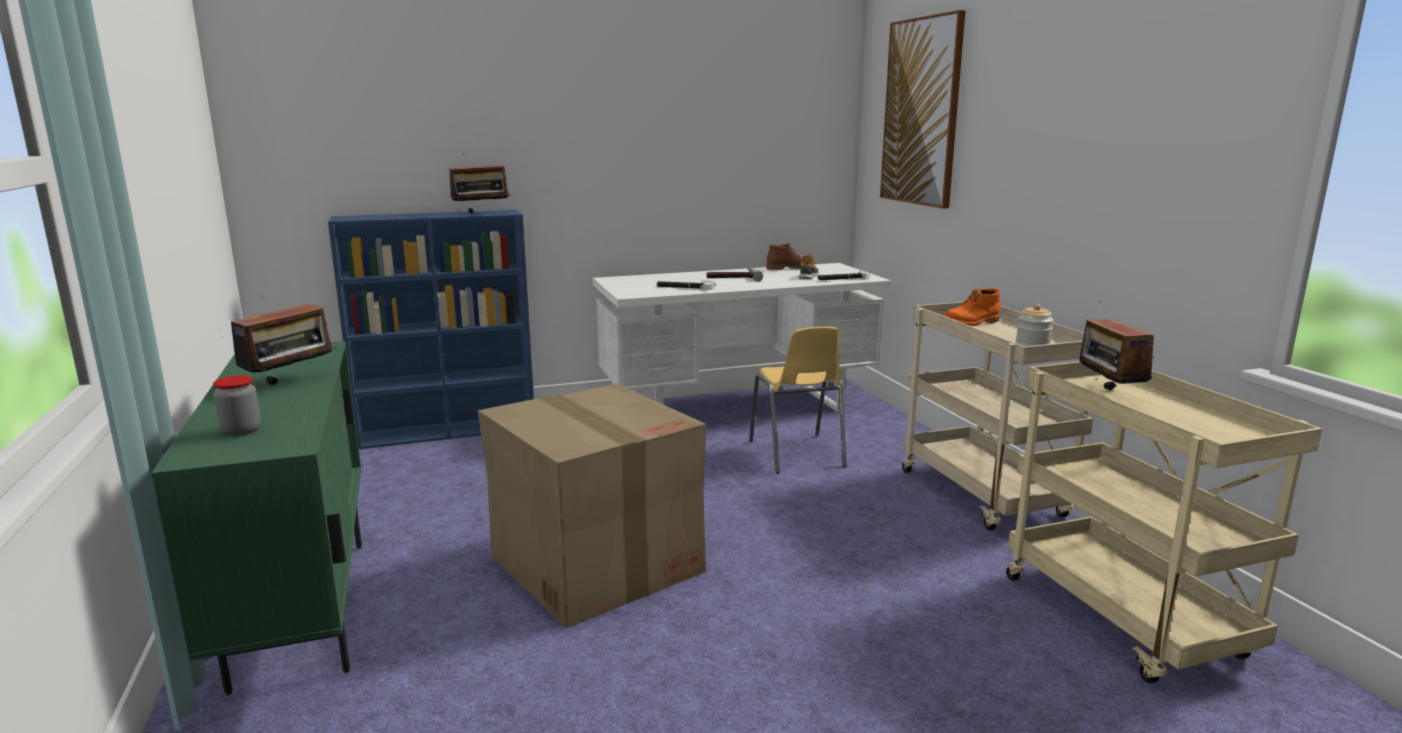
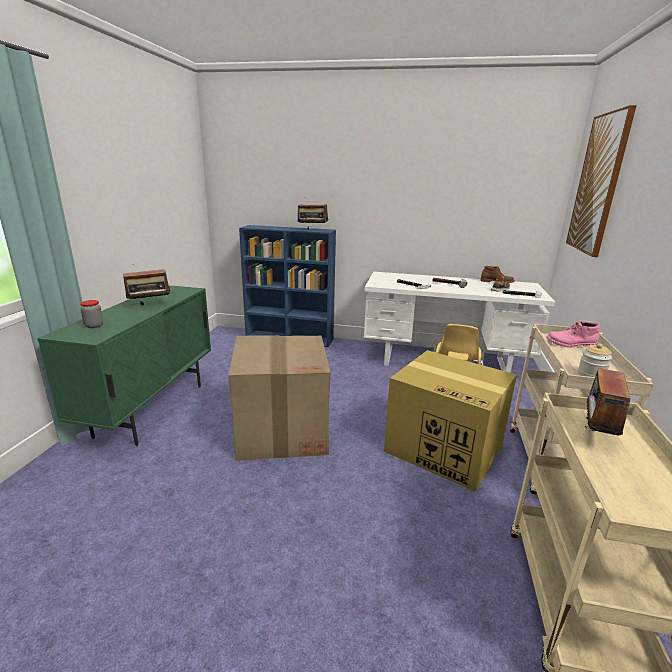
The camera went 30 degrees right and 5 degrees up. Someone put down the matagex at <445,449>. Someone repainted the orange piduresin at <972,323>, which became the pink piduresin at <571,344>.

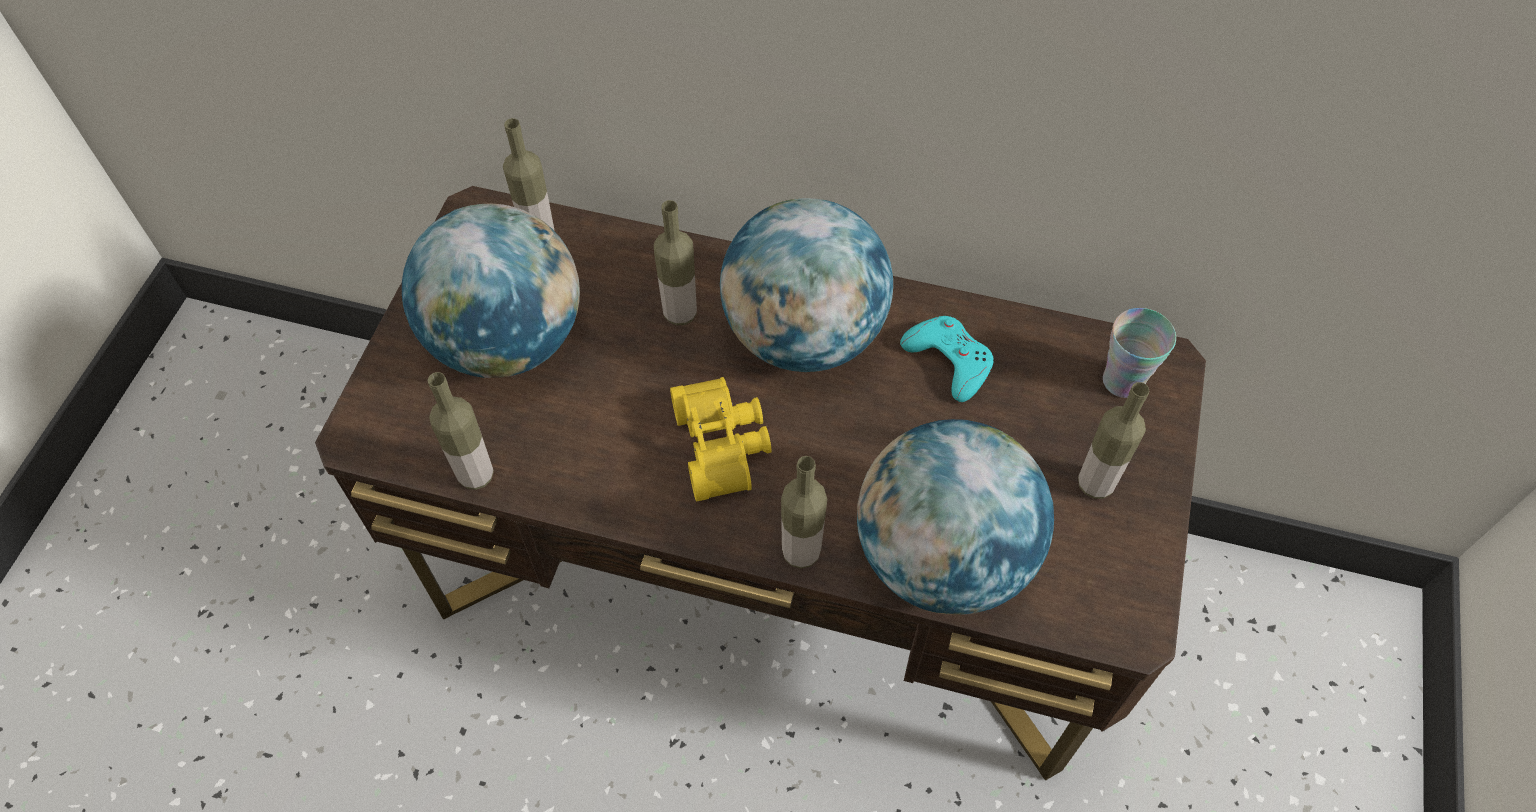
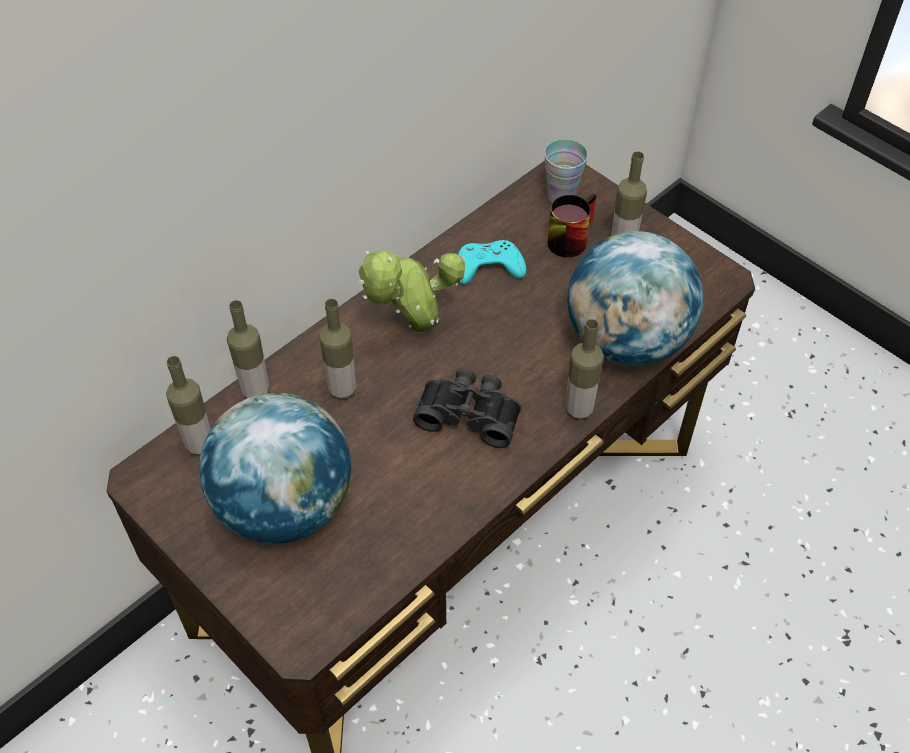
The camera went 60 degrees left and 5 degrees down. Someone carried the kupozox from <476,475> to <255,391>. Someone swapped the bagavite at <803,335> for the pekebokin at <413,330>. Someone repainted the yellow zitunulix at <724,445>, which became the black zitunulix at <470,413>. Someone put down the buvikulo at <568,237>.

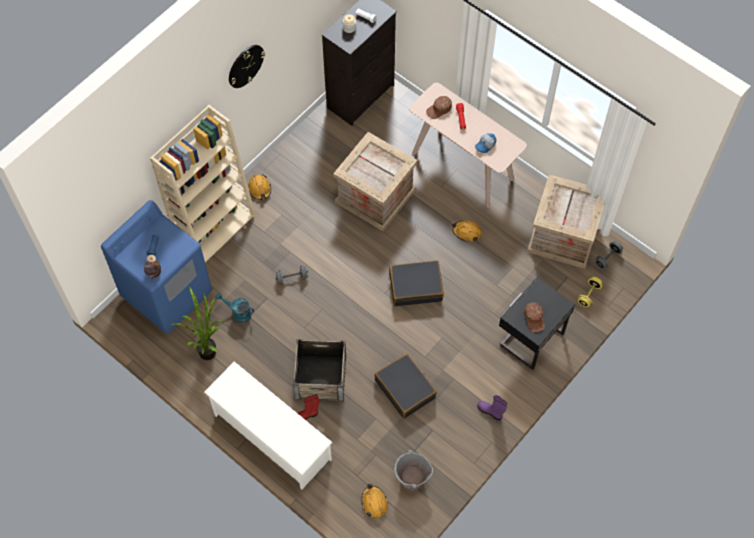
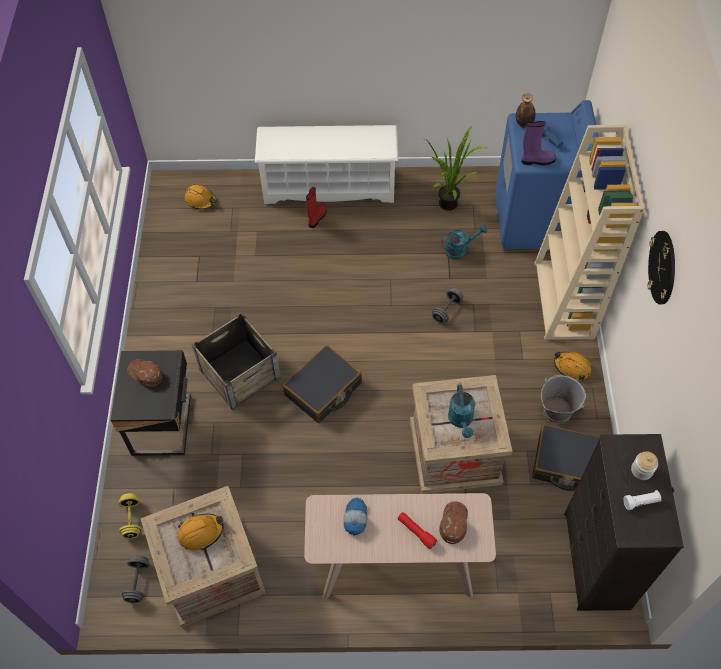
The camera went 140 degrees right and 5 degrees down. Someone carried the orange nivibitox from <467,232> to <201,533>. Someone carried the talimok from <320,377> to <239,373>. Someone put down the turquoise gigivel at <461,421>. Someone carried the purple piduresin from <490,411> to <537,160>. Someone carried the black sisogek from <405,389> to <567,464>. Someone carried the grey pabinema from <412,478> to <556,411>.

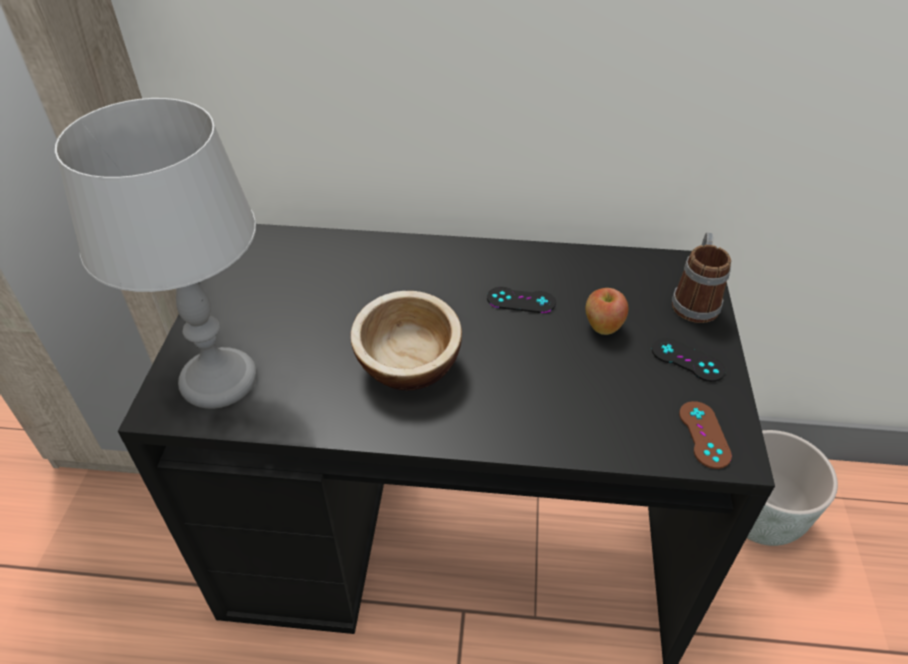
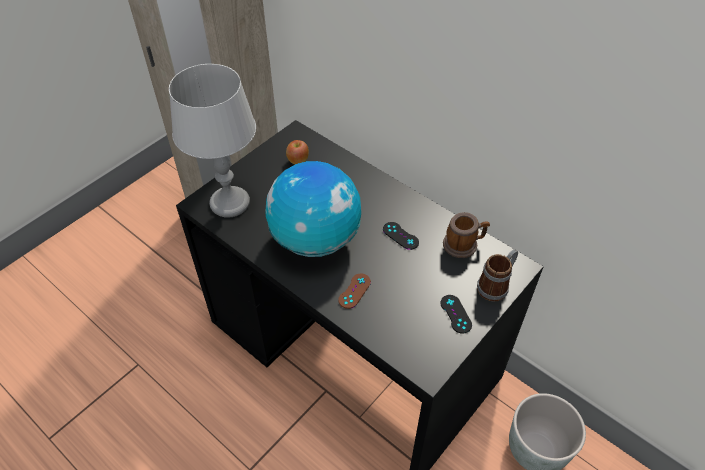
The camera went 35 degrees right and 5 degrees up. Someone swapped the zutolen at <408,364> for the bagavite at <316,239>. Someone carried the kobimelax from <602,326> to <298,160>. Someone carried the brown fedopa from <704,434> to <354,291>. Someone put down the buvikulo at <464,244>.

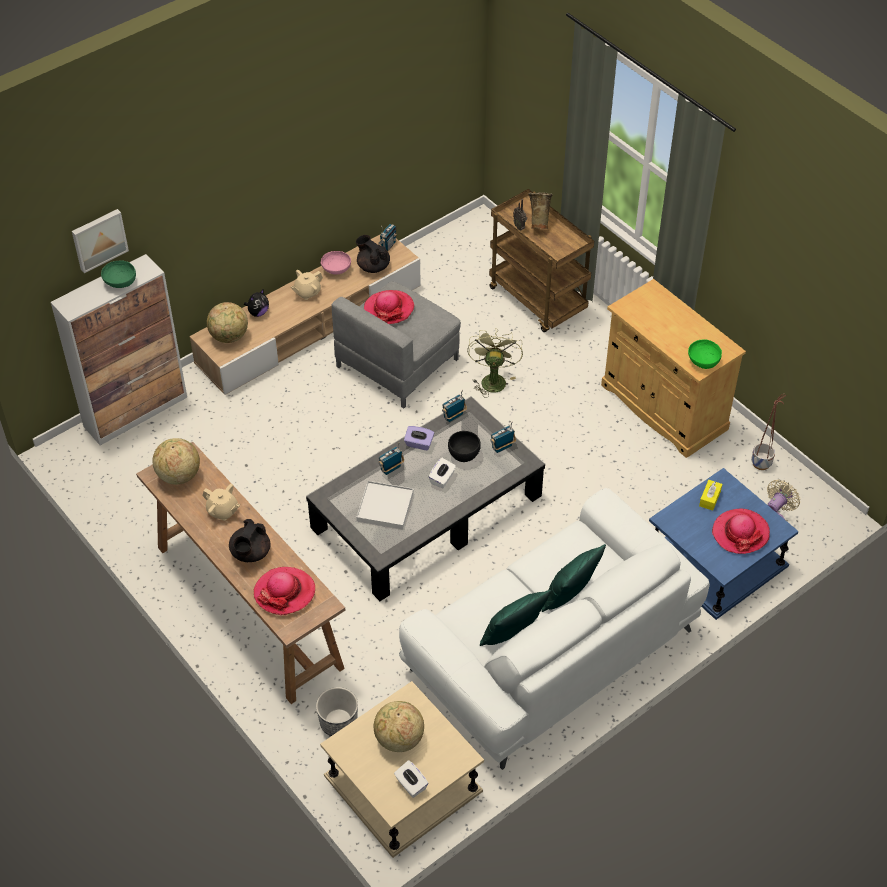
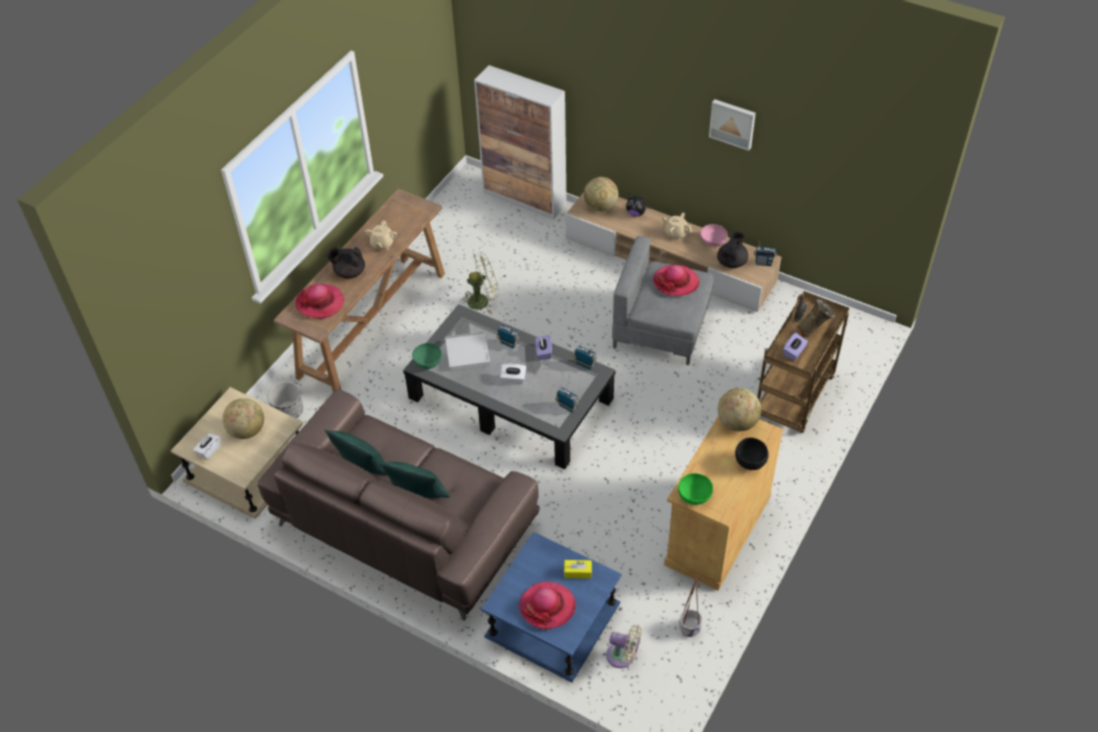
The camera went 70 degrees right and 0 degrees up. Someone repainted the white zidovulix at <550,650>, which became the brown zidovulix at <404,523>. Someone carried the green zutolen from <120,282> to <427,361>. Someone carried the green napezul from <492,379> to <482,300>. Someone carried the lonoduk from <99,239> to <732,123>. Someone carried the bagavite from <178,475> to <737,422>. Someone carried the black zutolen from <463,456> to <749,462>. Someone put down the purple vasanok at <794,352>.

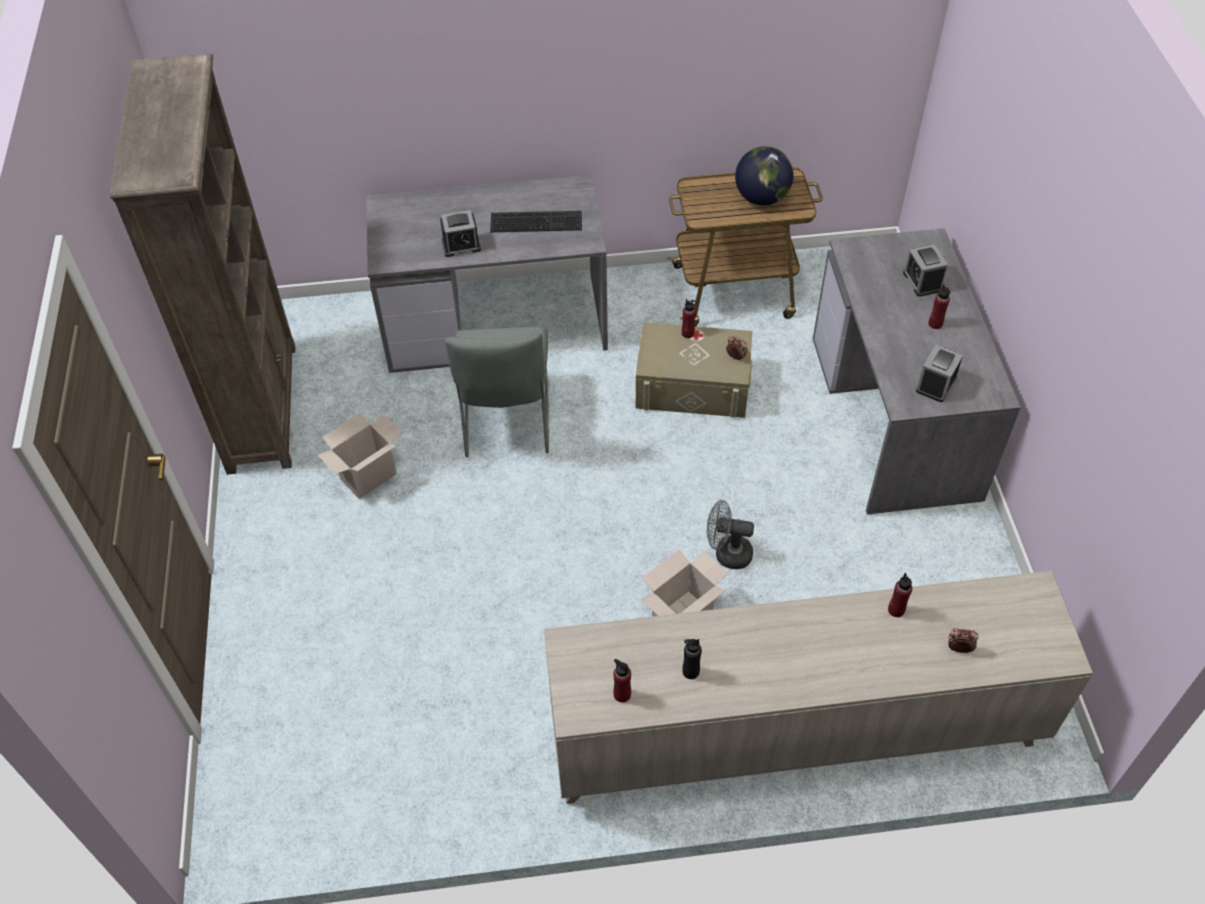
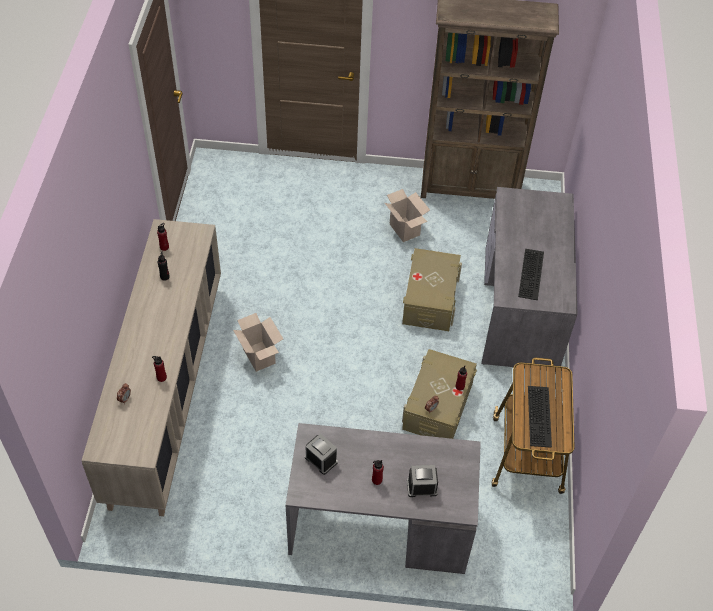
The camera went 100 degrees right and 0 degrees up. Someone swapped the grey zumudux at <506,422> for the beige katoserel at <430,299>. Someone swapped the bagavite at <762,198> for the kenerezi at <540,417>. Someone took away the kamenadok at <461,245>. Someone took away the grey napezul at <727,553>.

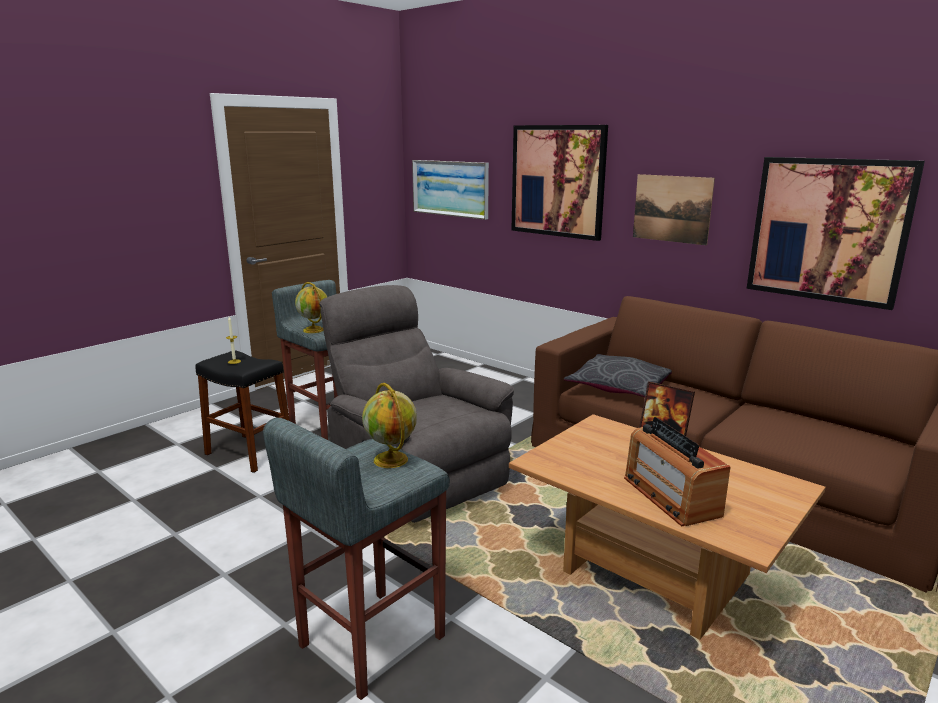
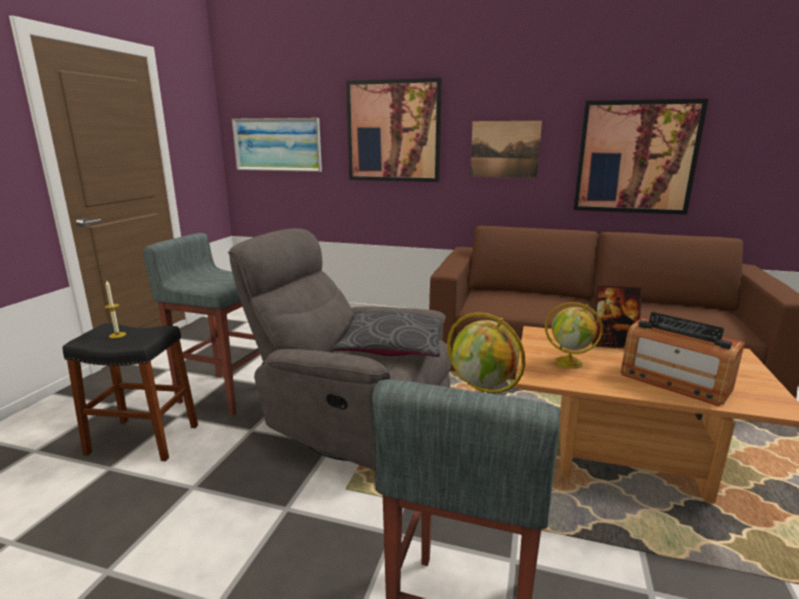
The camera went 25 degrees left and 0 degrees up. Someone carried the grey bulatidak from <619,386> to <393,346>. Someone carried the bagavite from <314,330> to <569,362>.

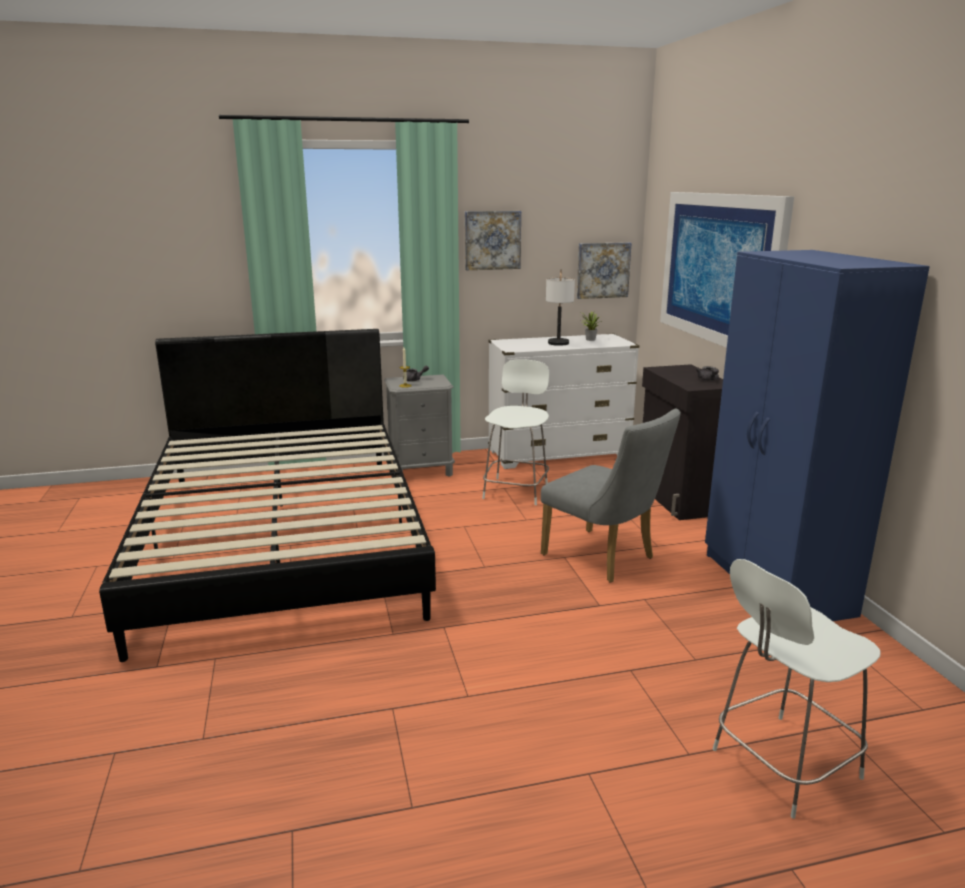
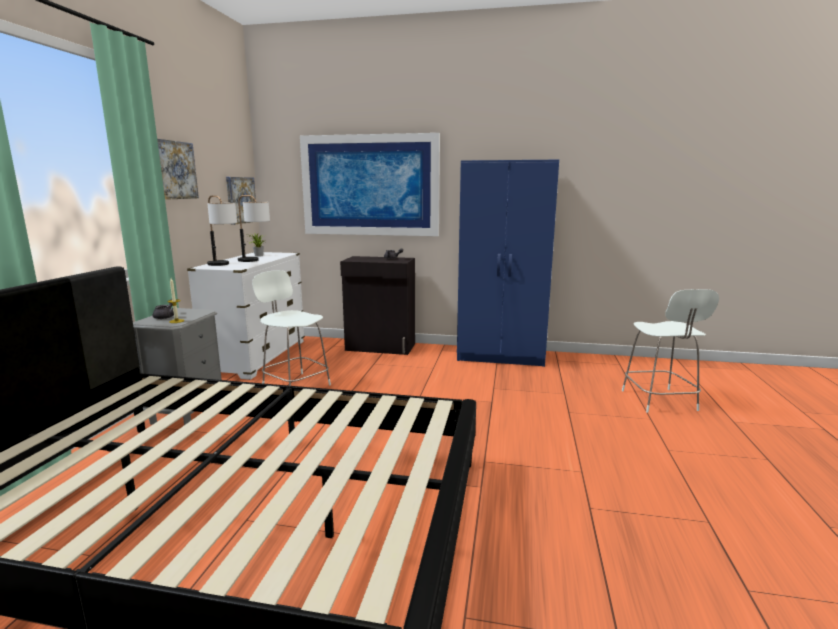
The camera went 65 degrees left and 5 degrees down. Someone put down the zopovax at <223,265>. Someone took away the grey zumudux at <604,559>.

